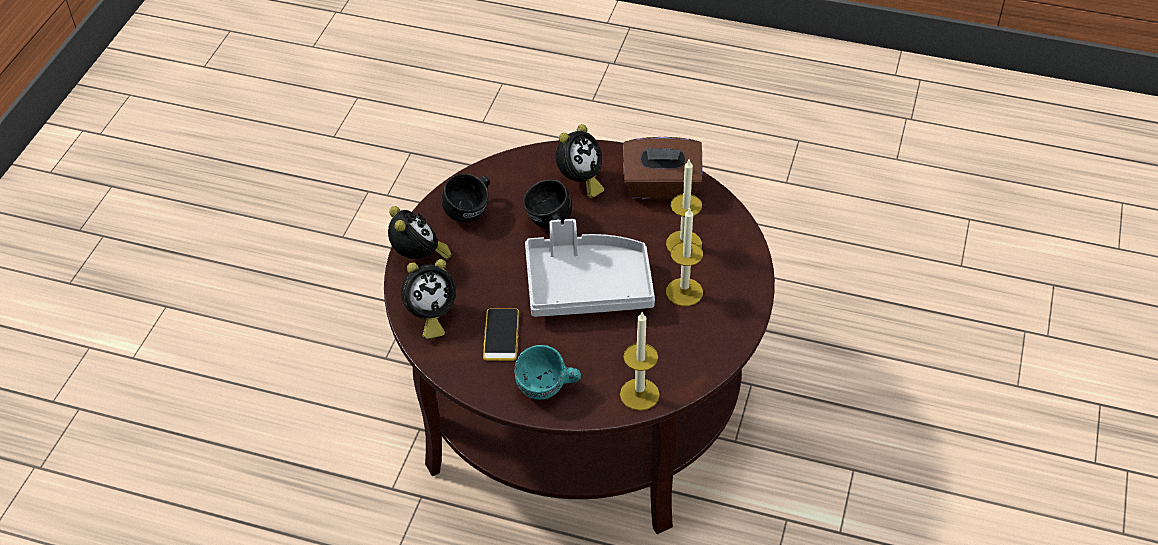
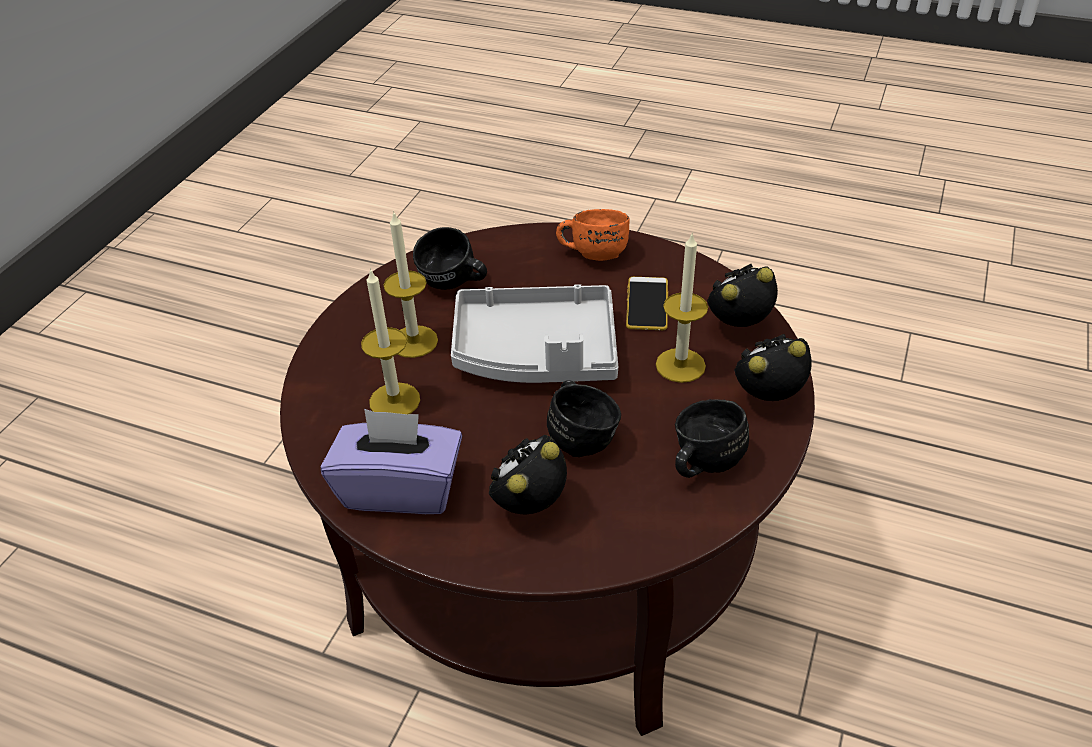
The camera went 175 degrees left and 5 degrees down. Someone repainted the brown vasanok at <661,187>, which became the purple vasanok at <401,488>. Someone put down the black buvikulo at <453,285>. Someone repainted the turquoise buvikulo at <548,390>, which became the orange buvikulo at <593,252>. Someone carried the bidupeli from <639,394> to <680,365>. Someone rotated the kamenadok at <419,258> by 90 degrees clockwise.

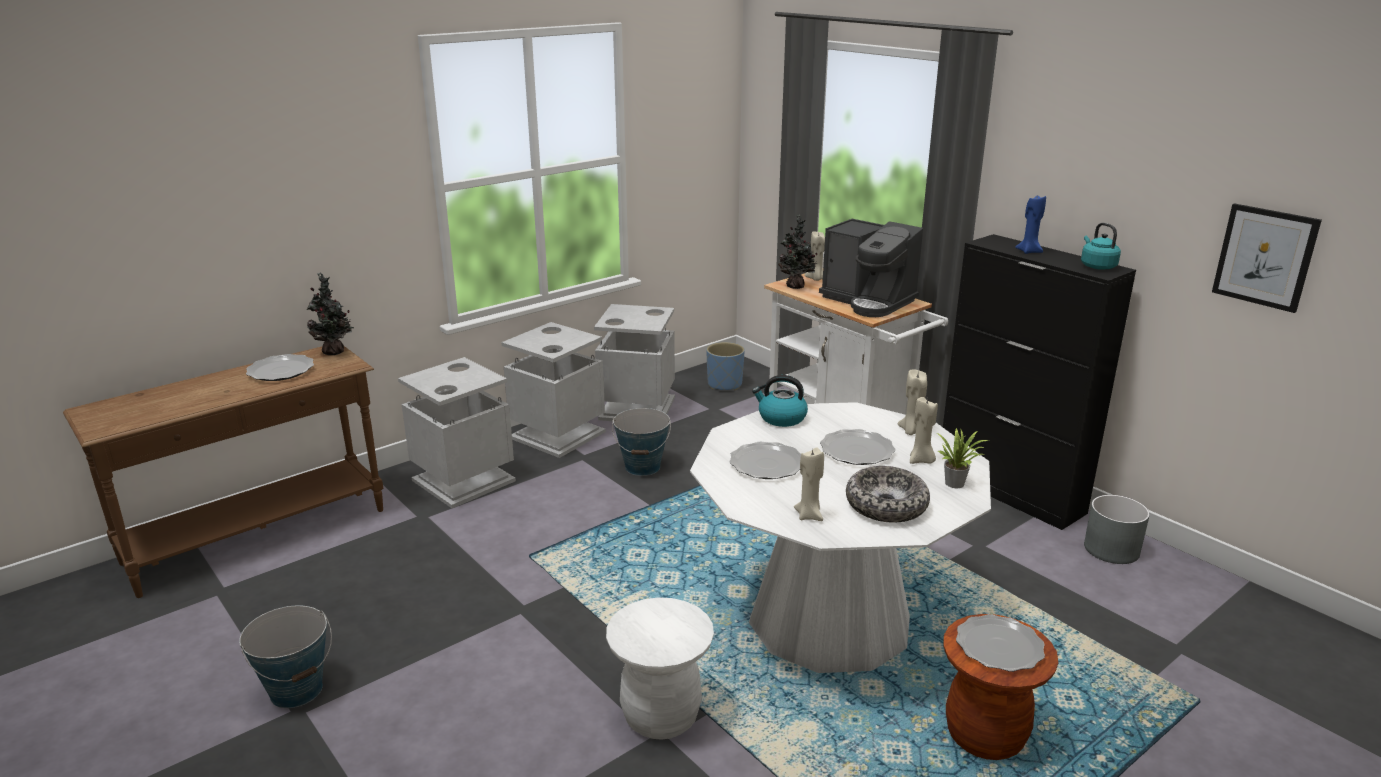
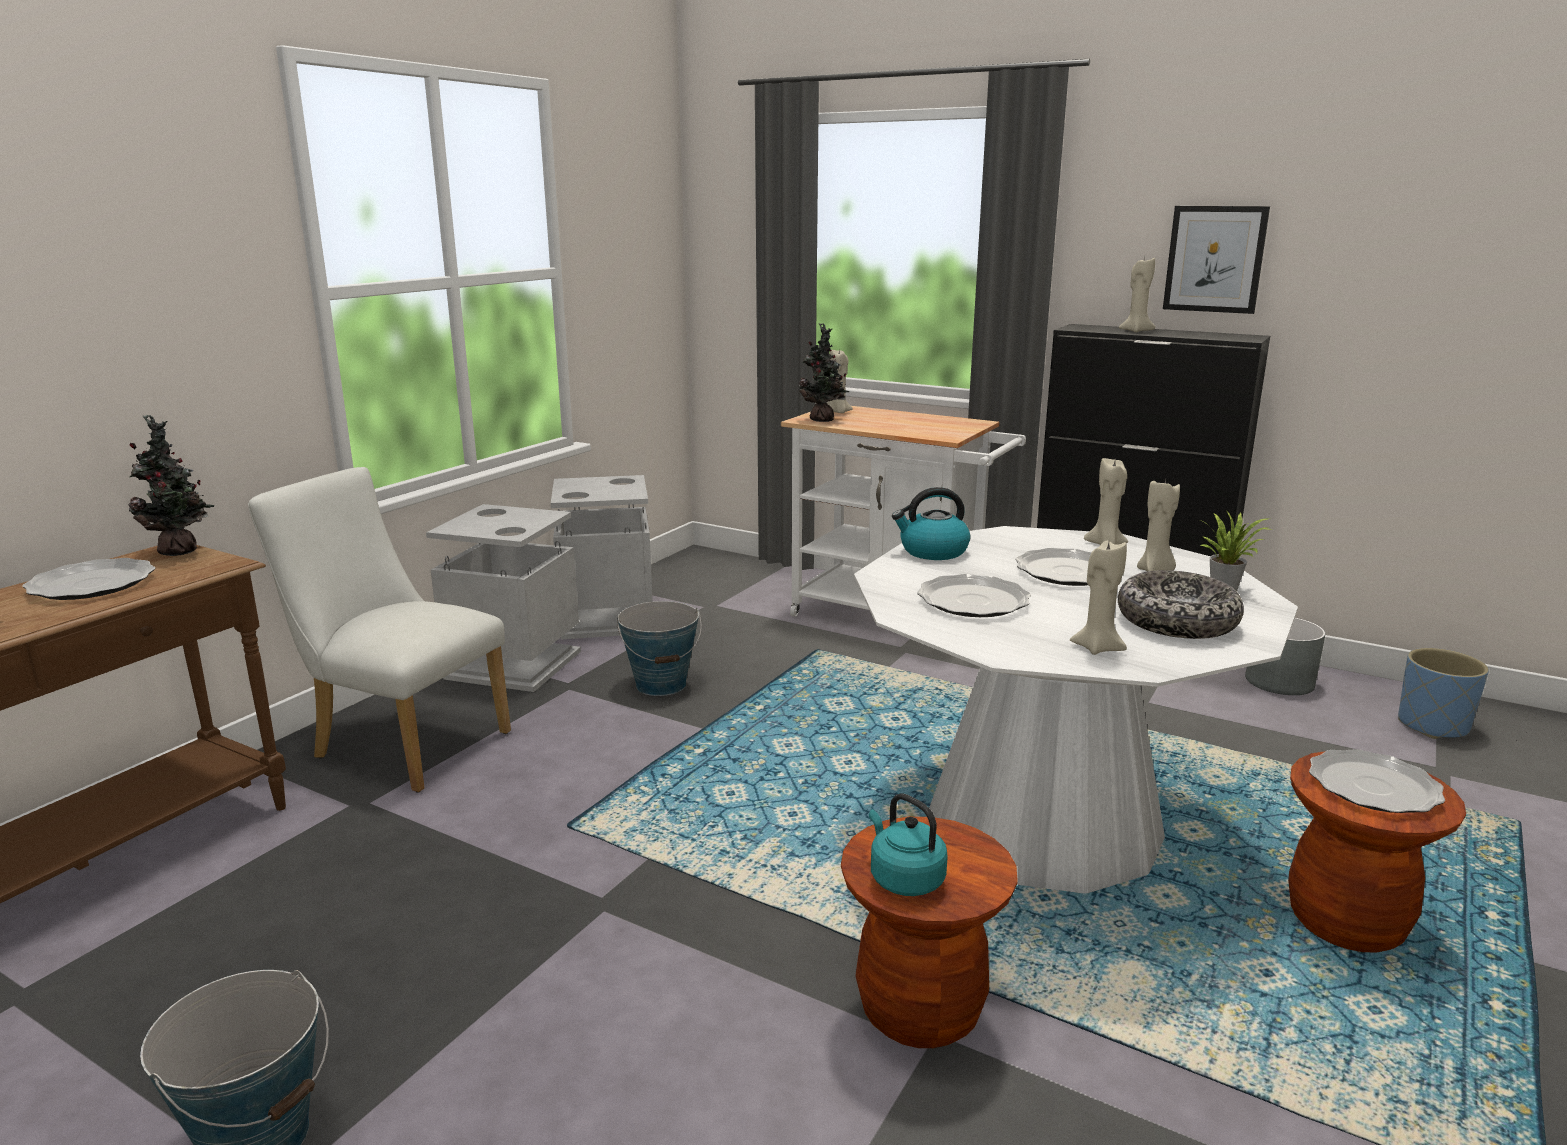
The camera went 20 degrees left and 5 degrees down. Someone swapped the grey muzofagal at <464,480> for the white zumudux at <402,743>. Someone repainted the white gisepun at <661,716>, which became the brown gisepun at <920,1010>. Someone carried the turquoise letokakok from <1097,266> to <904,879>. Someone repainted the blue bidupeli at <1029,251>, which became the beige bidupeli at <1136,331>. Someone carried the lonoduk from <1265,257> to <1215,259>. Someone carried the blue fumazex from <725,384> to <1432,725>. Someone took away the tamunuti at <868,301>.

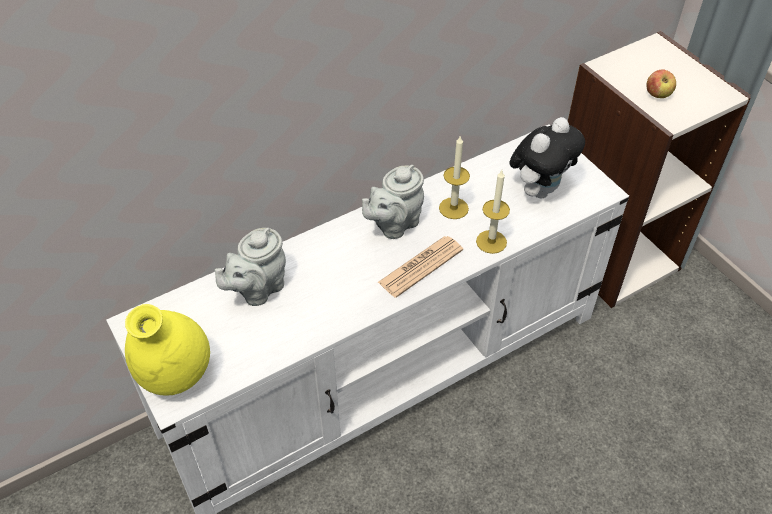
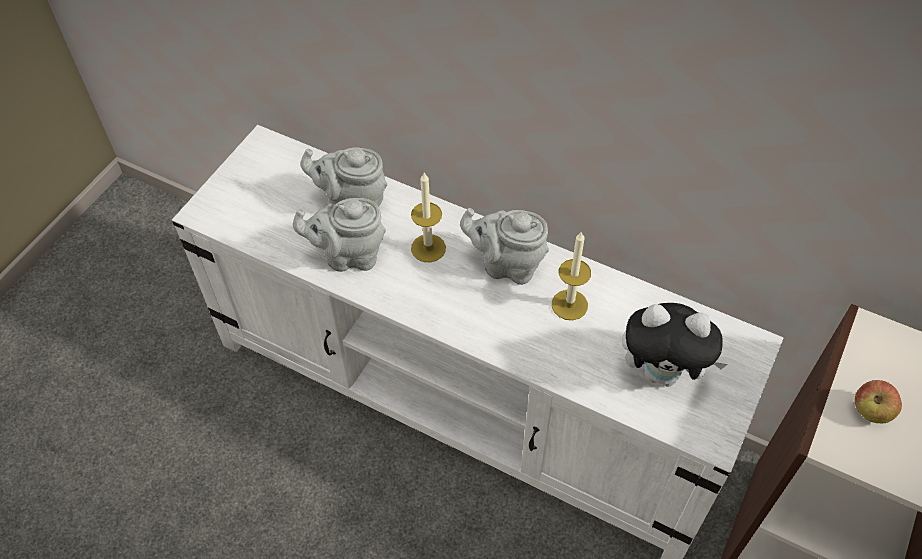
The camera went 60 degrees right and 5 degrees up. Someone put down the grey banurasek at <349,255>. Someone carried the bidupeli from <491,241> to <428,248>. Someone took away the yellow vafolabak at <175,376>. Someone took away the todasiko at <420,266>.

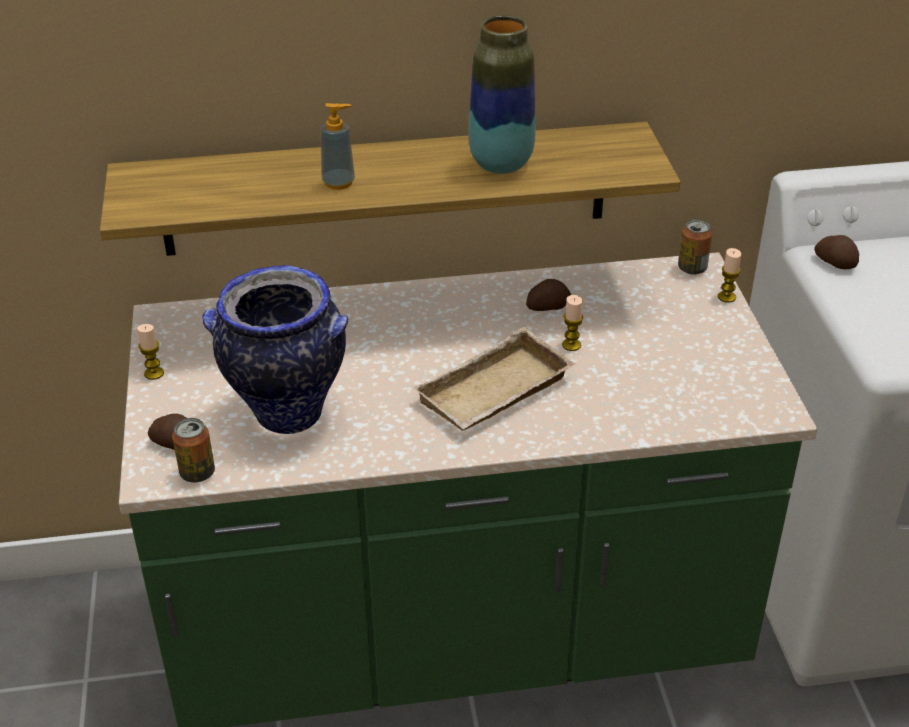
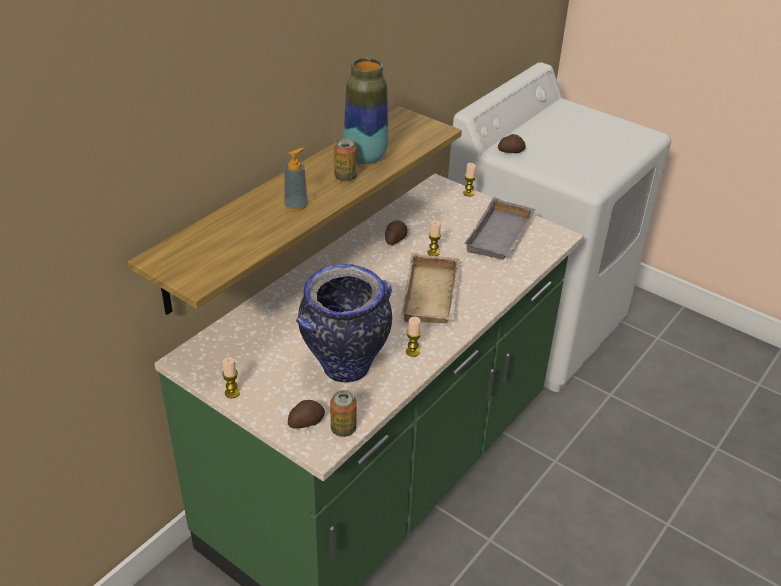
The camera went 45 degrees left and 0 degrees up. Someone carried the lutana from <692,268> to <345,177>. Someone put down the bidupeli at <412,352>. Someone put down the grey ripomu at <501,237>.

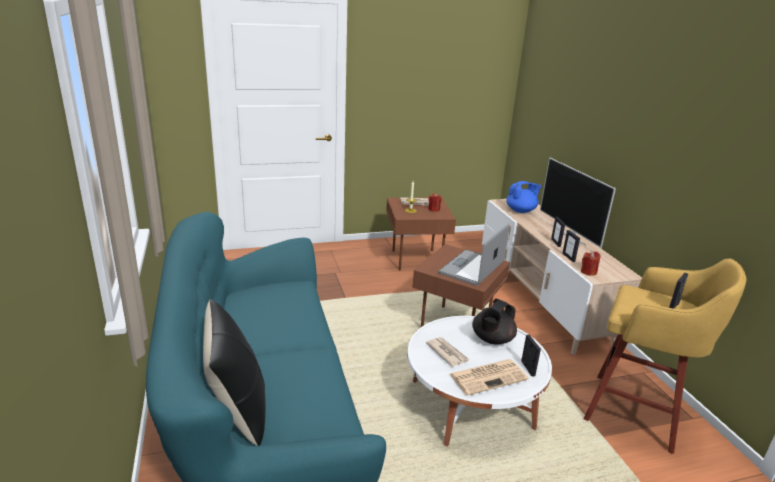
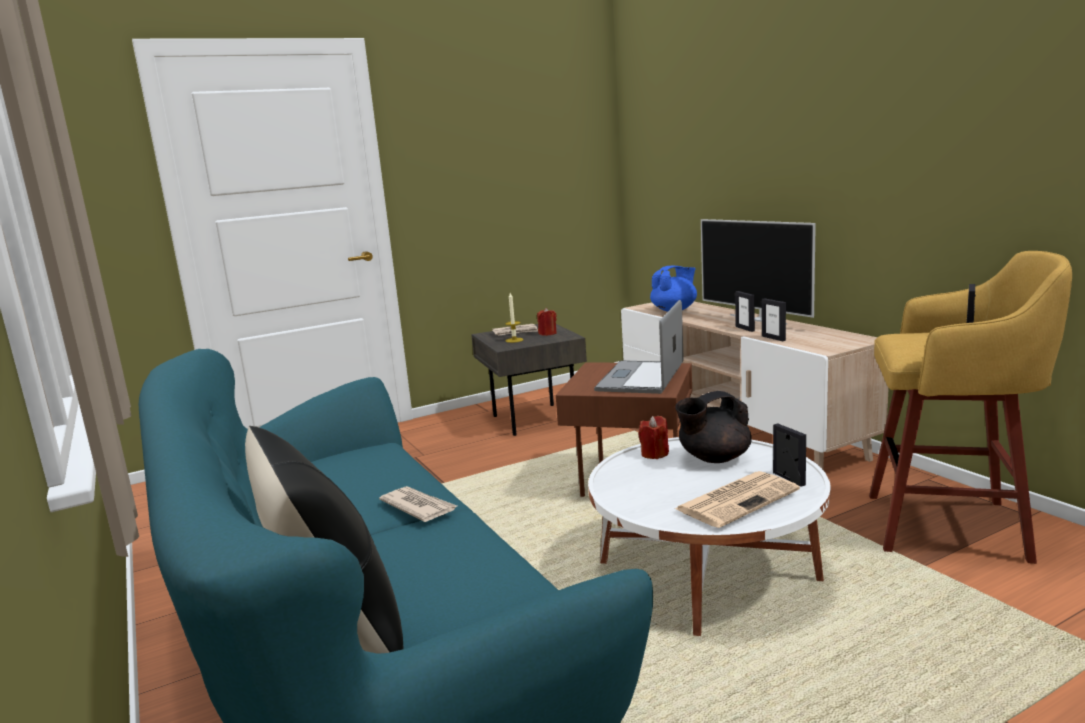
The camera went 10 degrees left and 10 degrees down. Someone carried the todasiko from <447,353> to <418,507>. Someone repainted the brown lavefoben at <414,259>, which became the grey lavefoben at <531,419>. Someone carried the red bidupeli from <588,272> to <654,454>. Someone rotated the black banurasek at <492,339> by 45 degrees clockwise.

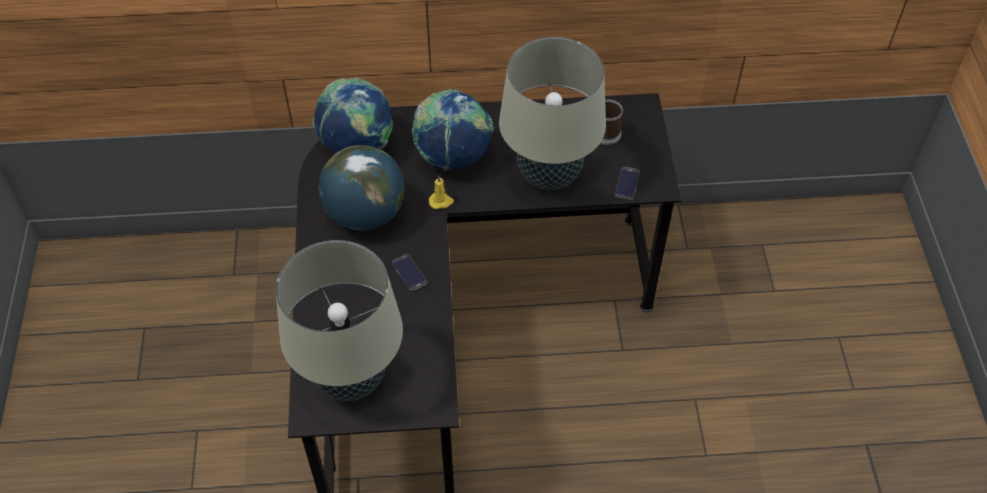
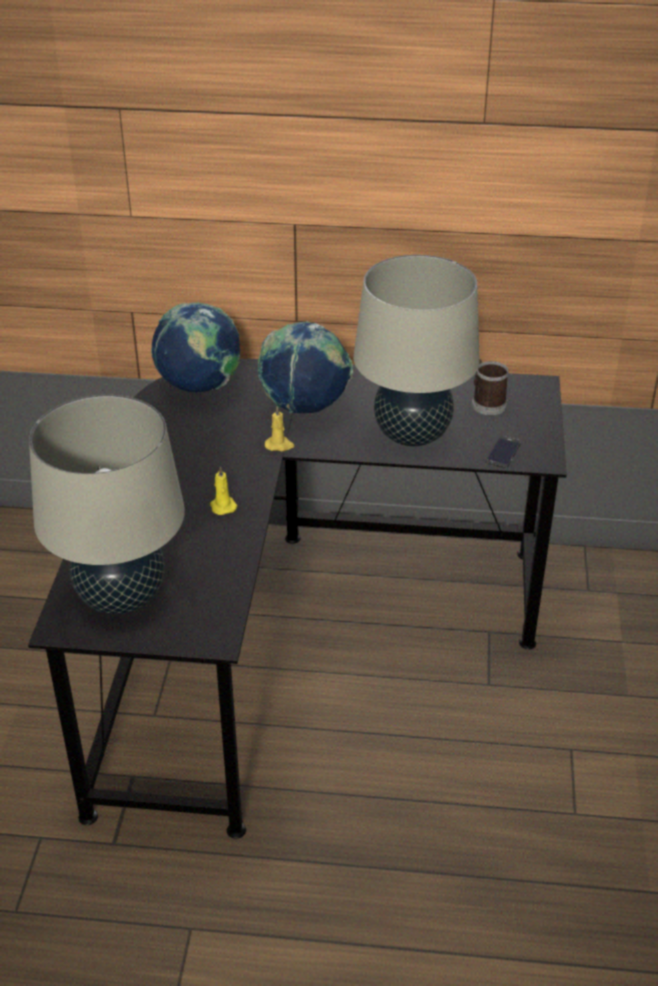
The camera went 10 degrees right and 15 degrees down. Someone swapped the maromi at <409,273> for the yellow bidupeli at <222,506>. Someone took away the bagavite at <365,214>.

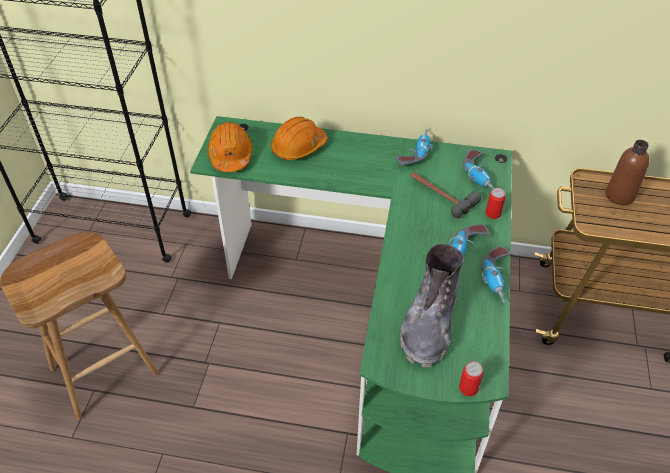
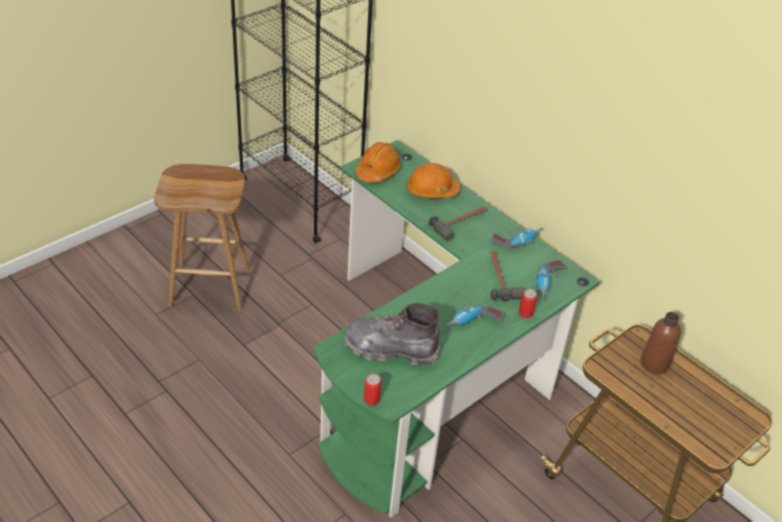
The camera went 35 degrees right and 5 degrees down. Someone rotated the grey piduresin at <429,324> by 45 degrees clockwise. Someone put down the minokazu at <461,223>. Someone took away the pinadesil at <498,279>.

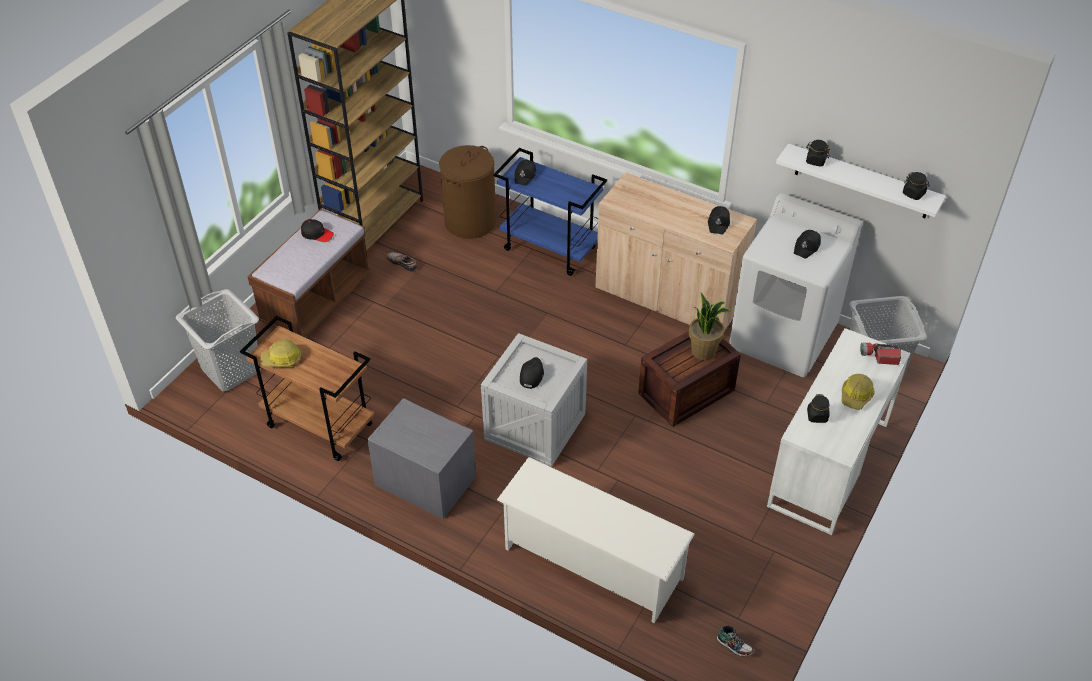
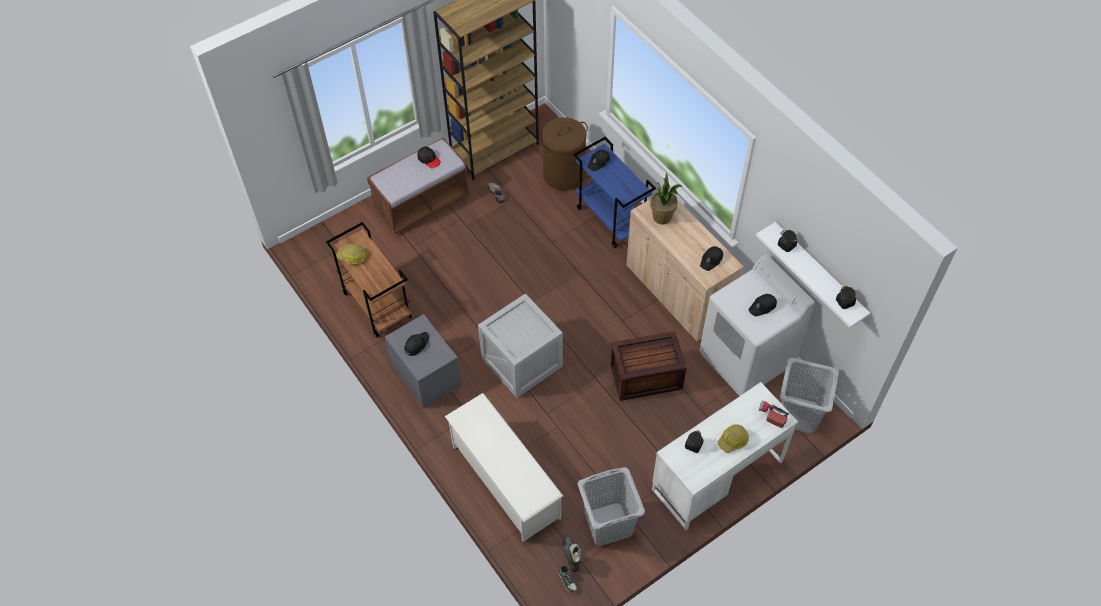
The camera went 25 degrees right and 10 degrees up. Someone carried the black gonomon from <531,375> to <416,344>. Someone put down the black piduresin at <571,556>. Someone carried the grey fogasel from <231,370> to <608,524>. Someone carried the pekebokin from <704,351> to <662,217>.

